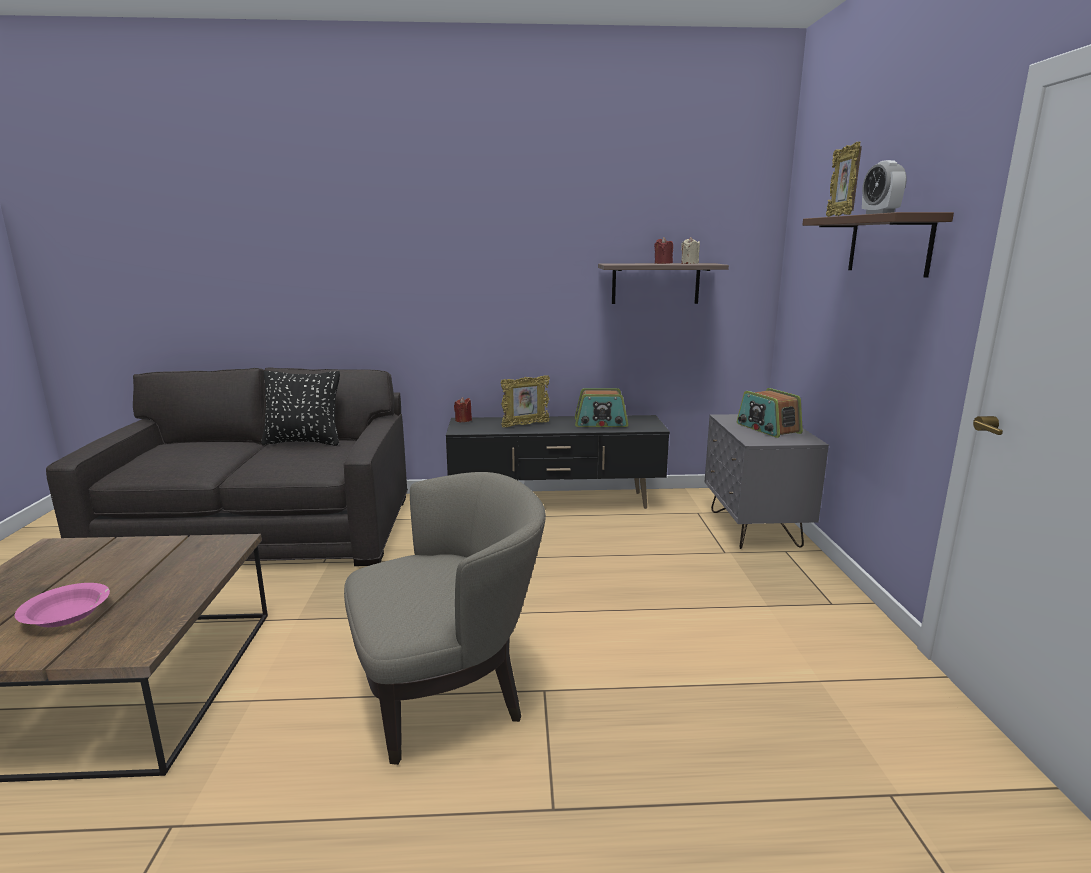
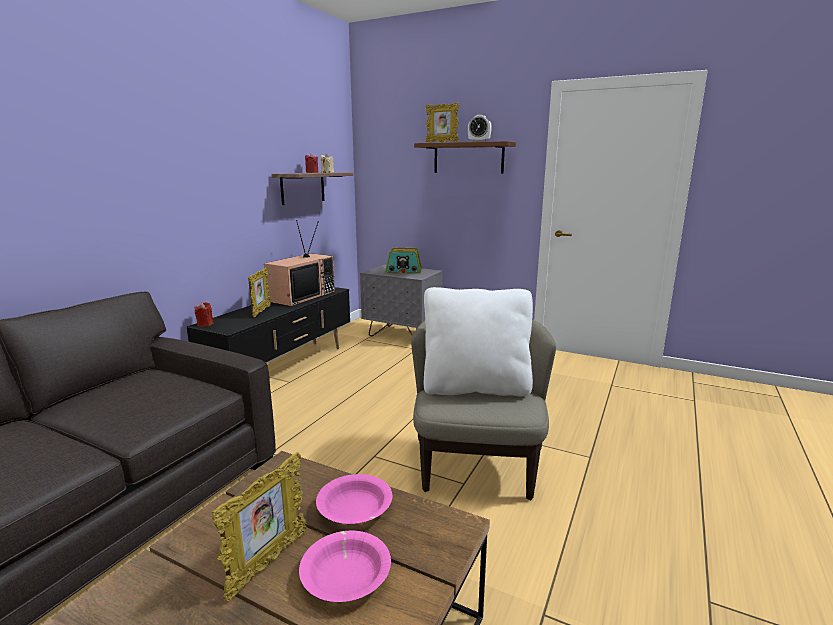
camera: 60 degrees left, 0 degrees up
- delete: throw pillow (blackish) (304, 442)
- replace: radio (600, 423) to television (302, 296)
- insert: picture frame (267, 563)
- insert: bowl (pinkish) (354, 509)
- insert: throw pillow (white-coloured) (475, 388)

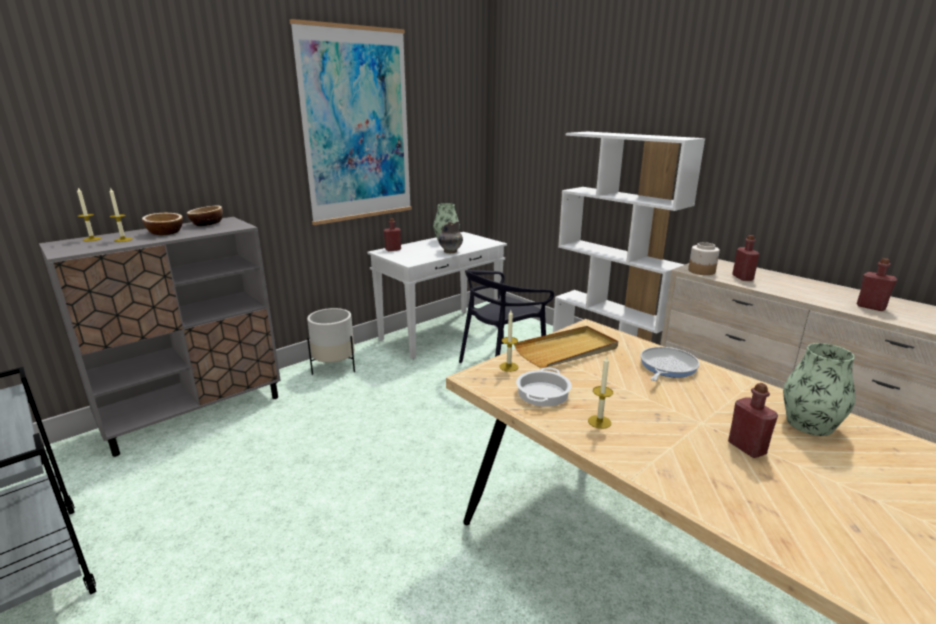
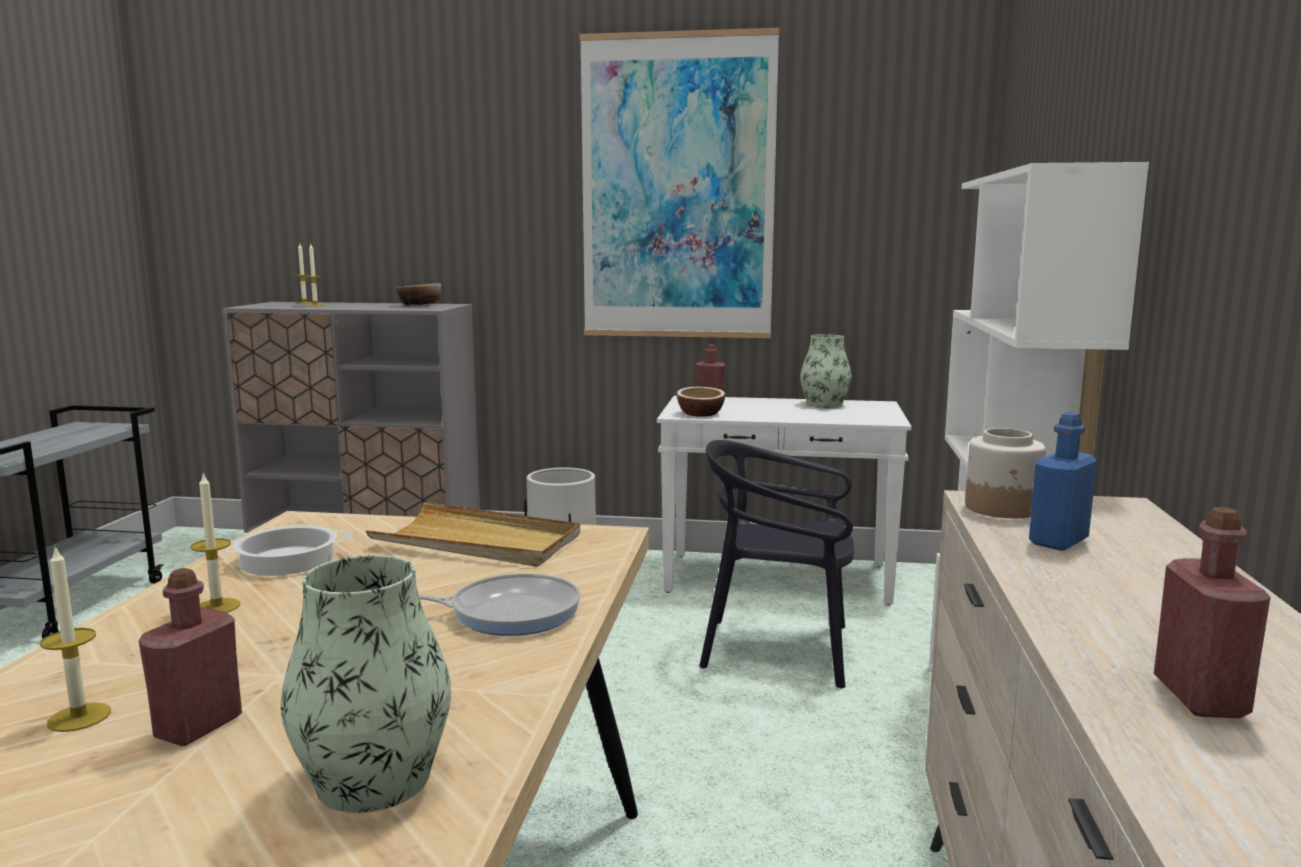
camera: 50 degrees right, 10 degrees down
- move: bowl (165, 232) to (700, 414)
- delete: flower vase (grey) (450, 251)
- move: wax candle (508, 367) to (79, 717)
- recolor: beverage bottle (reddish) (742, 278) to beverage bottle (blue-coloured) (1058, 541)

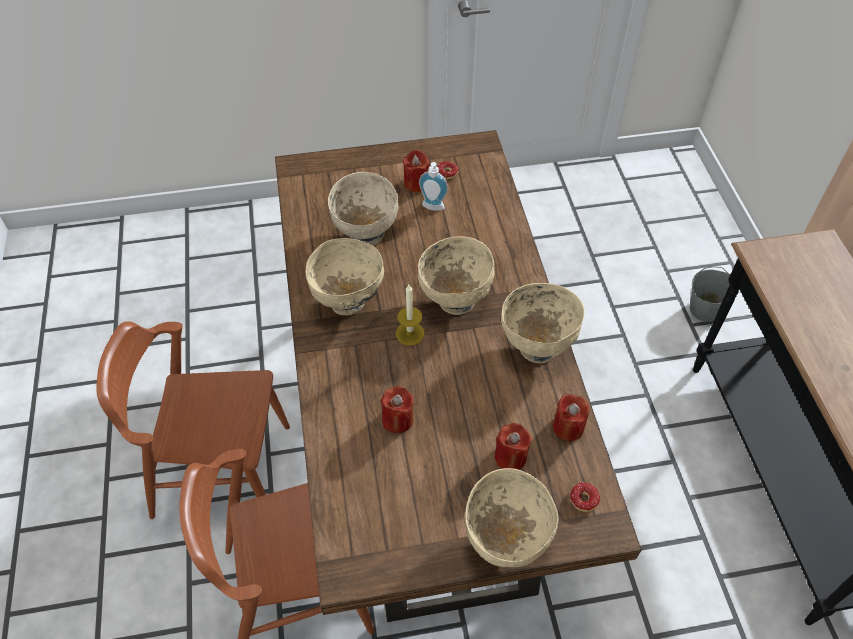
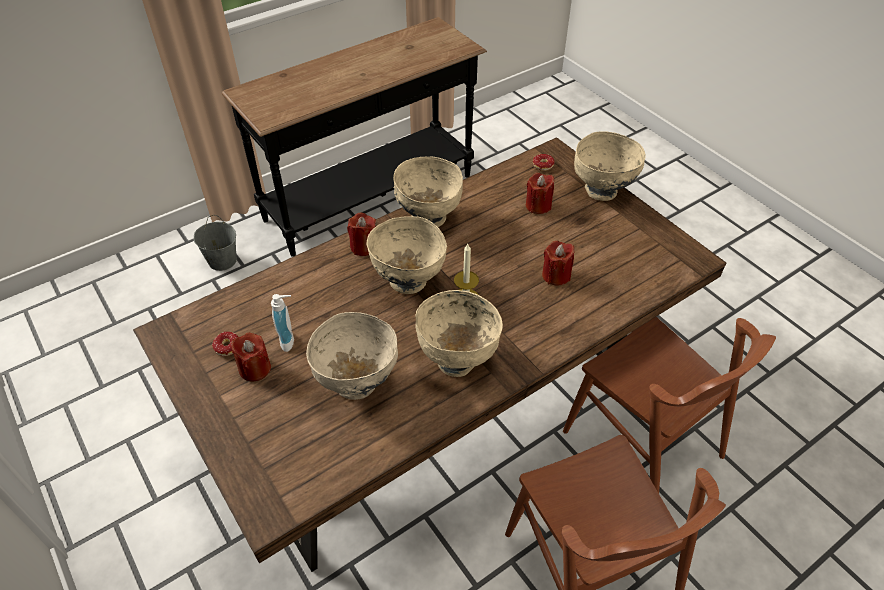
camera: 115 degrees left, 5 degrees down
- move: wax candle (reddish) (568, 427) to (363, 246)

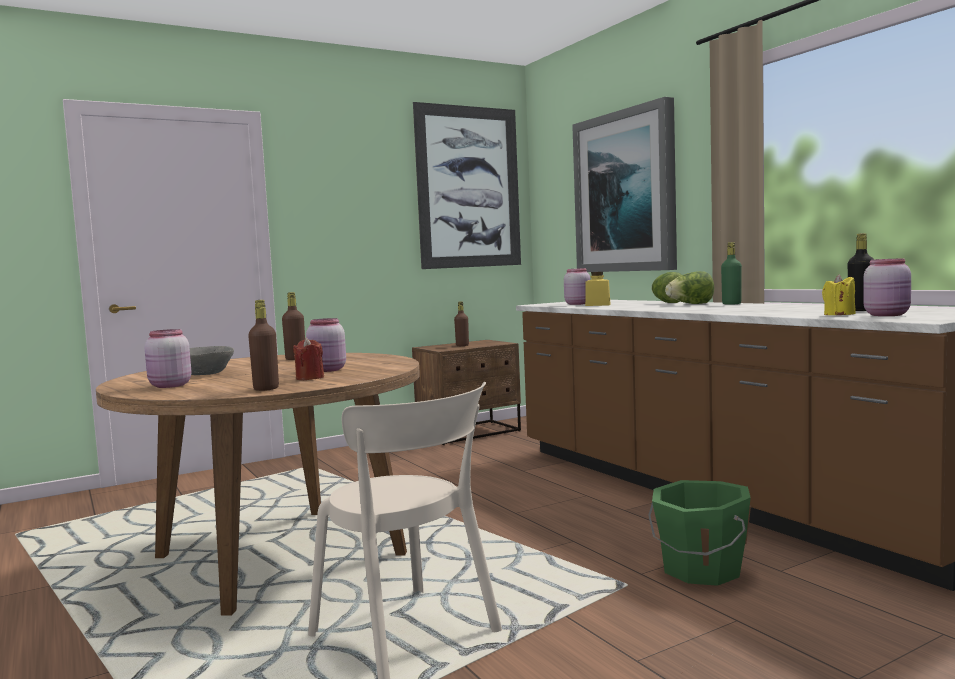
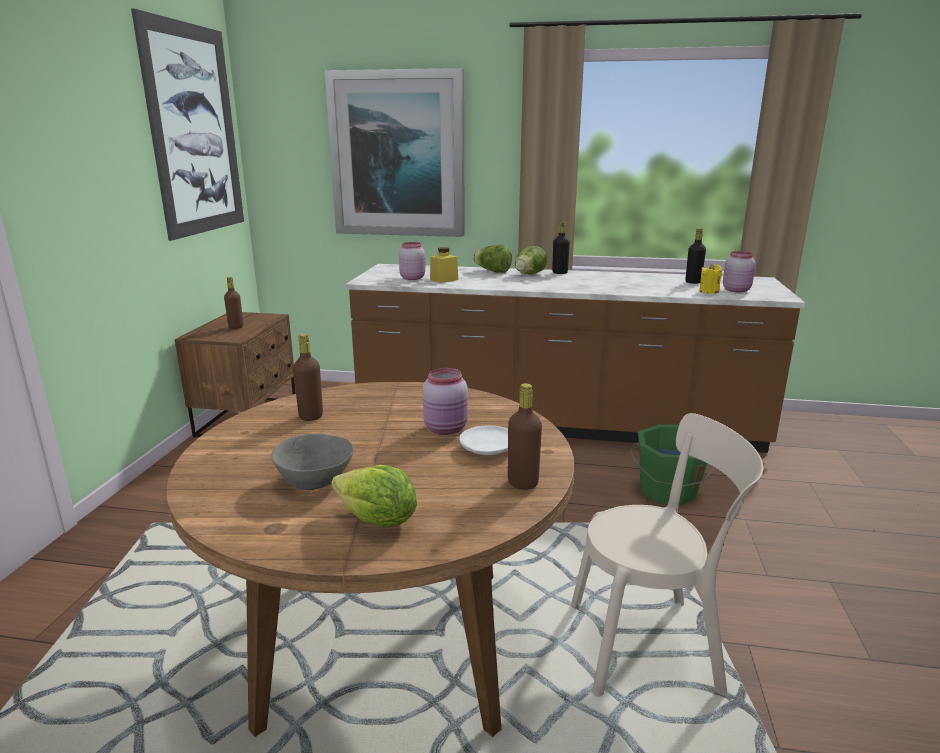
camera: 50 degrees left, 15 degrees up
- replace: jar (pinkish) (169, 386) to lettuce head (377, 521)
- replace: wax candle (reddish) (310, 378) to dinner plate (white-coloured) (487, 449)
- recolor: beverage bottle (green-coloured) (731, 304) to beverage bottle (blackish) (560, 273)

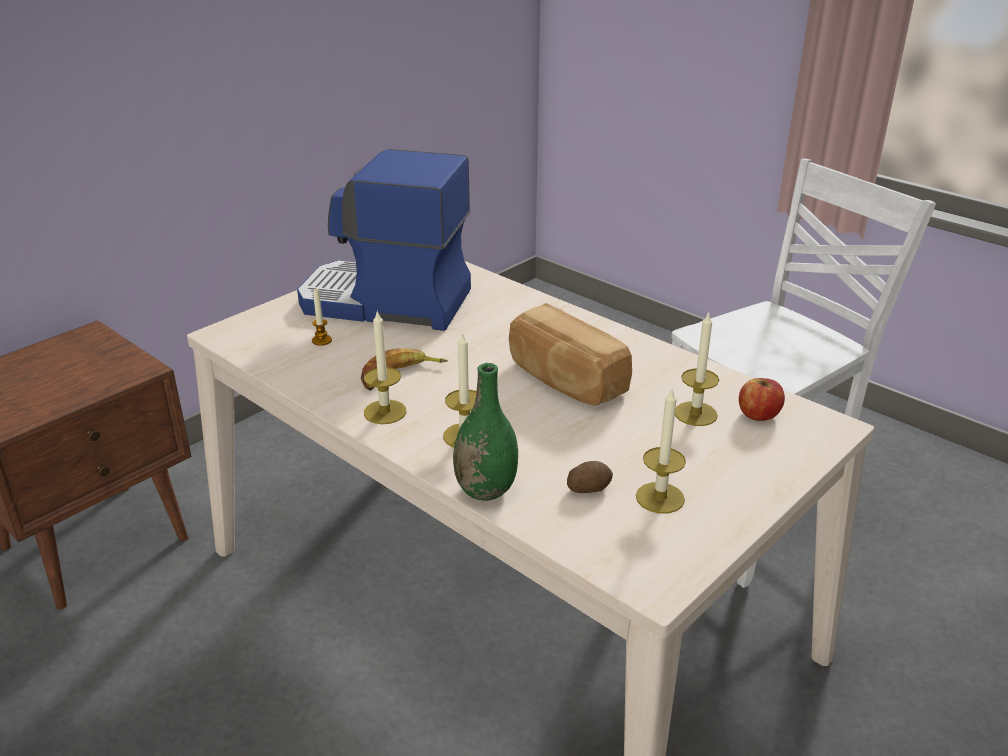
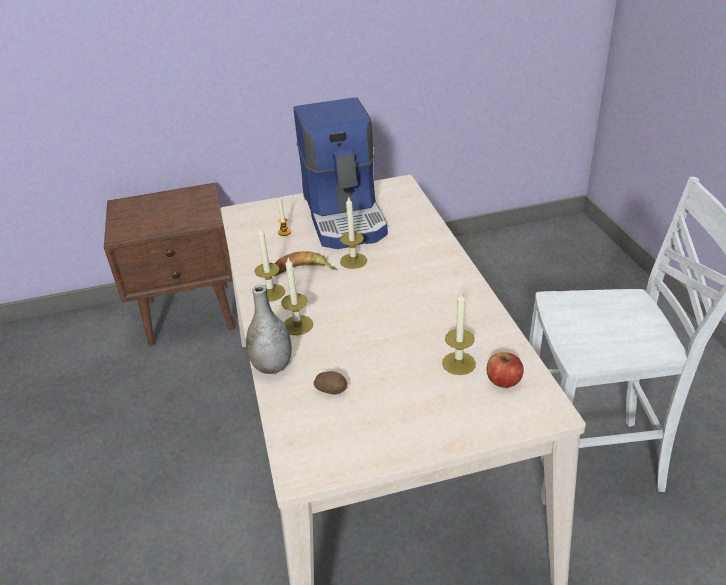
camera: 35 degrees right, 5 degrees up
- rotate: coffee machine (385, 303) = (345, 215) 150 degrees counterclockwise
- recolor: flower vase (green-coloured) (486, 490) to flower vase (grey) (272, 366)
- delete: bakery bread (565, 379)
- move: wax candle (660, 498) to (353, 261)

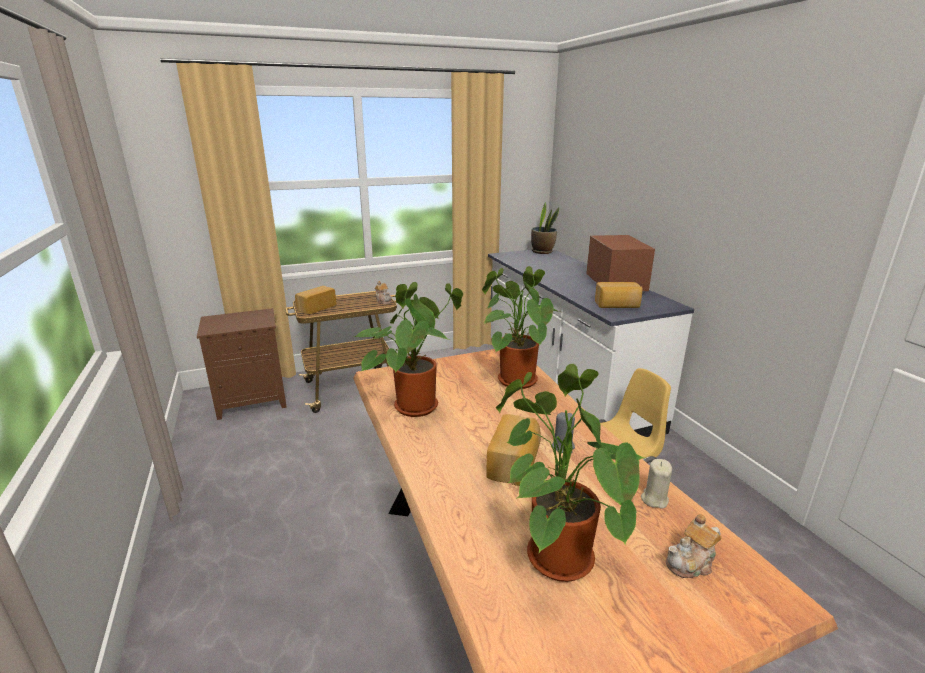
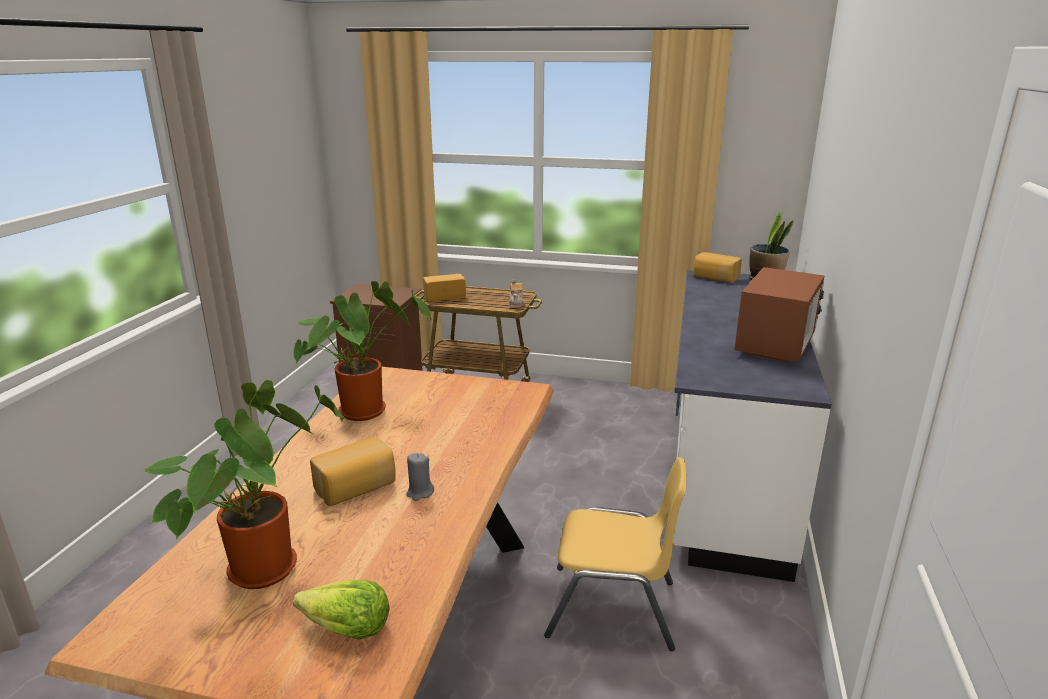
camera: 35 degrees right, 0 degrees up
- delete: potted plant (514, 379)
- move: bakery bread (617, 305) to (715, 278)
- delete: wax candle (beige) (654, 499)
- replace: pot for tea (691, 563) to lettuce head (346, 629)

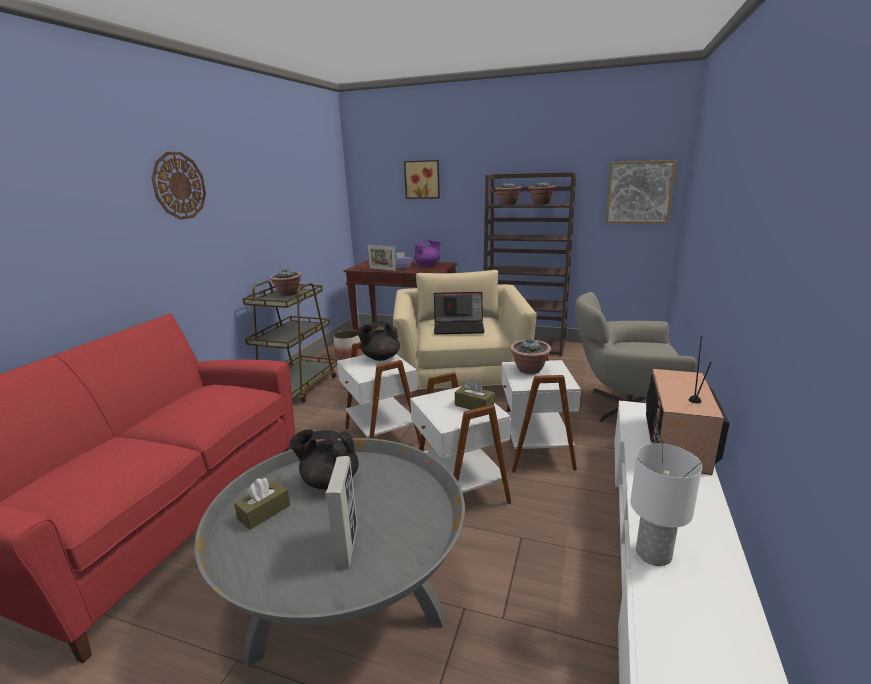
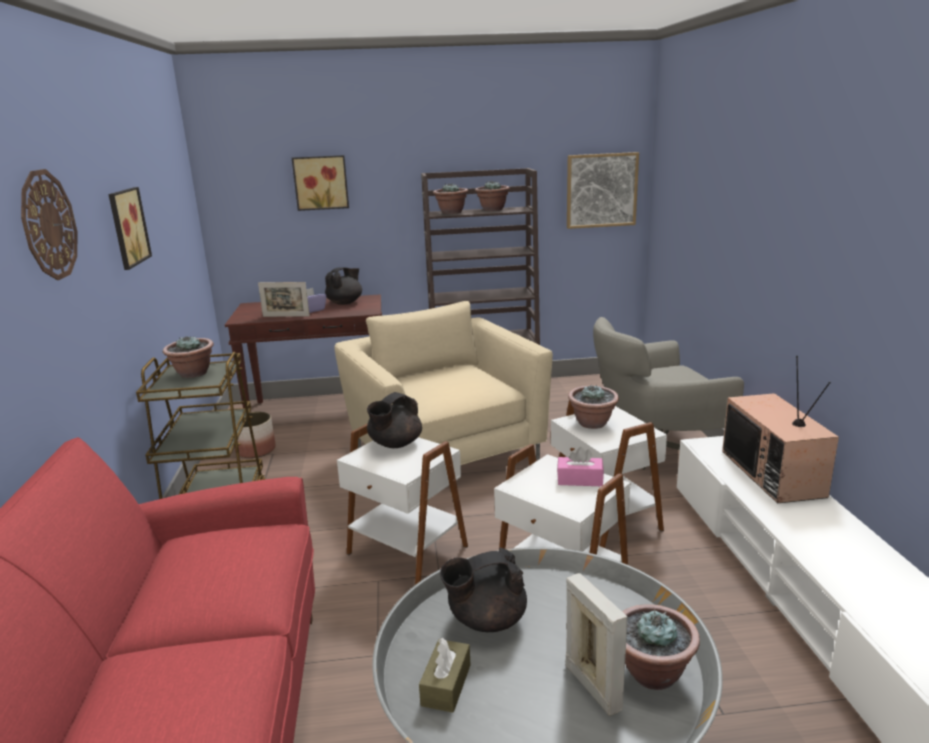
camera: 25 degrees left, 0 degrees up
- recolor: pot for tea (purplish) (428, 265) to pot for tea (blackish) (345, 303)
- delete: portable computer (459, 327)
- recolor: box of tissues (brownish) (474, 405) to box of tissues (pinkish) (580, 480)
- delete: lamp for a table (white-coloured) (652, 553)
- insert: wall art (126, 227)
- insert: potted plant (652, 672)

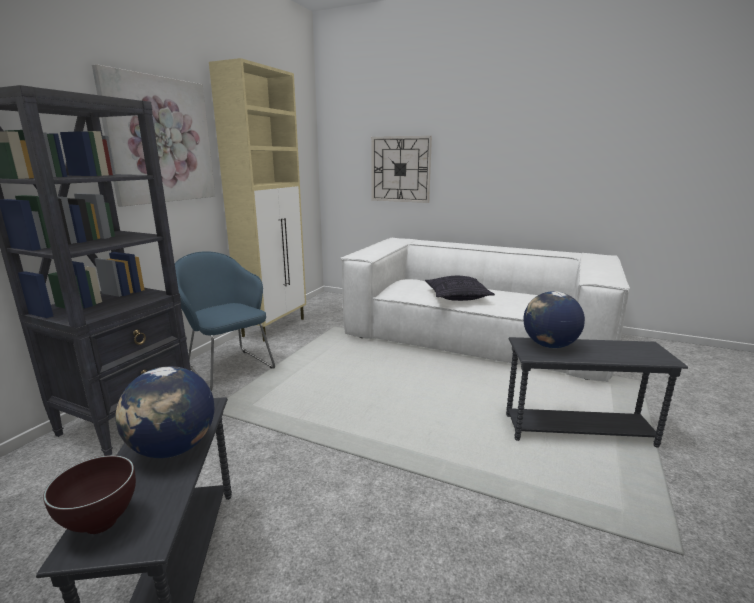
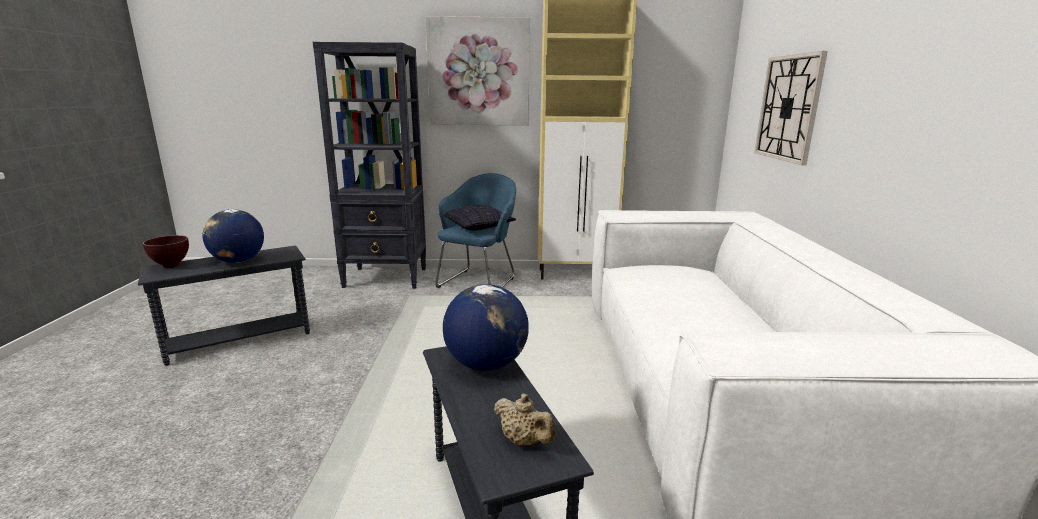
camera: 65 degrees right, 0 degrees up
- move: throw pillow (457, 297) to (478, 227)
- insert: pot for tea (beige) (524, 441)

